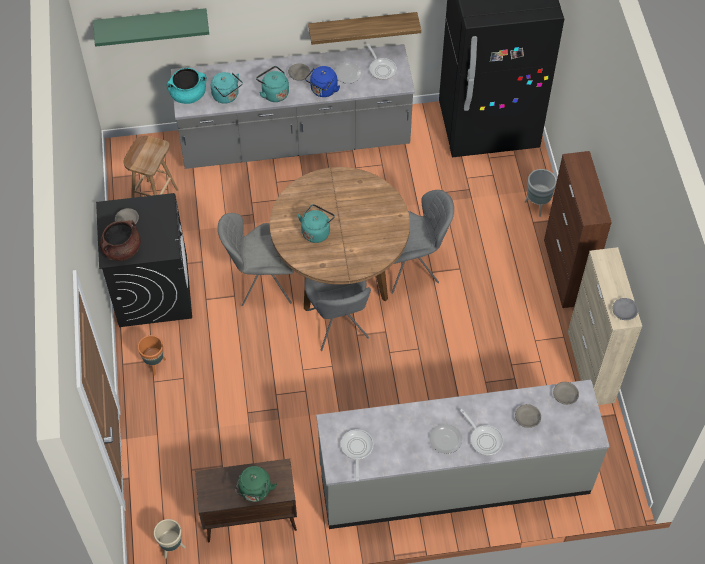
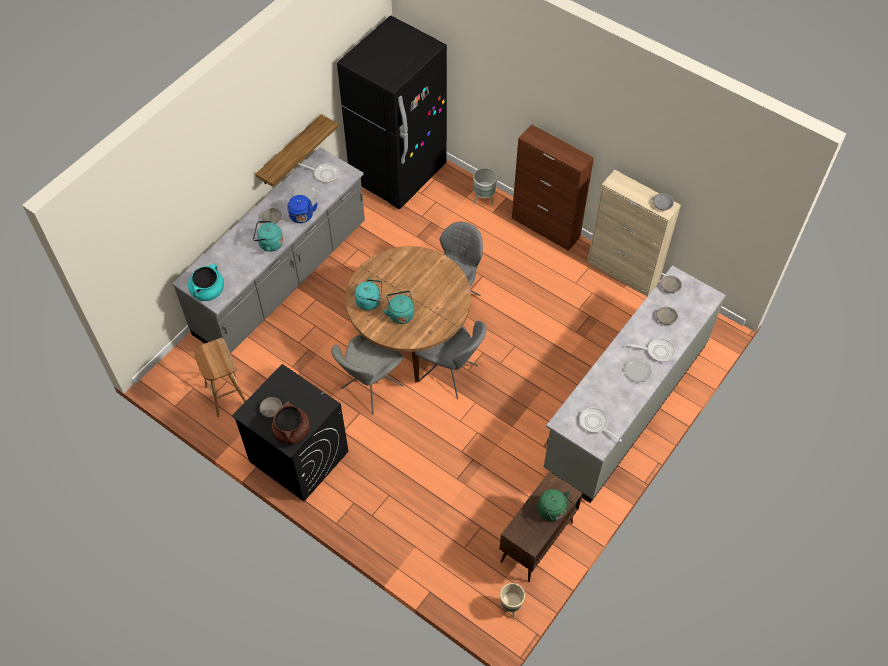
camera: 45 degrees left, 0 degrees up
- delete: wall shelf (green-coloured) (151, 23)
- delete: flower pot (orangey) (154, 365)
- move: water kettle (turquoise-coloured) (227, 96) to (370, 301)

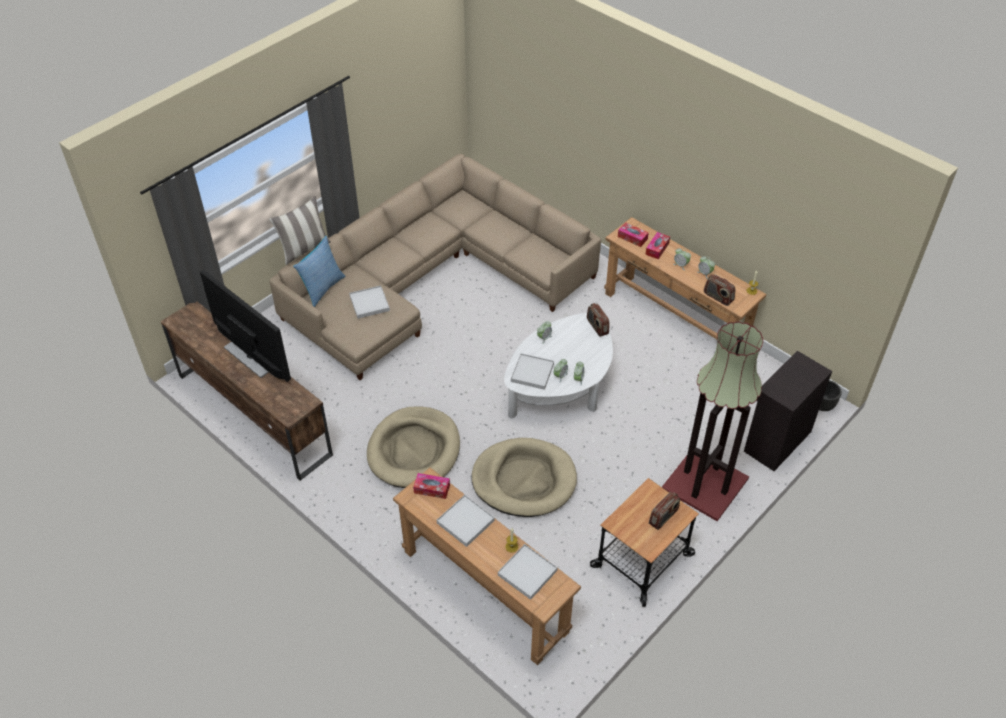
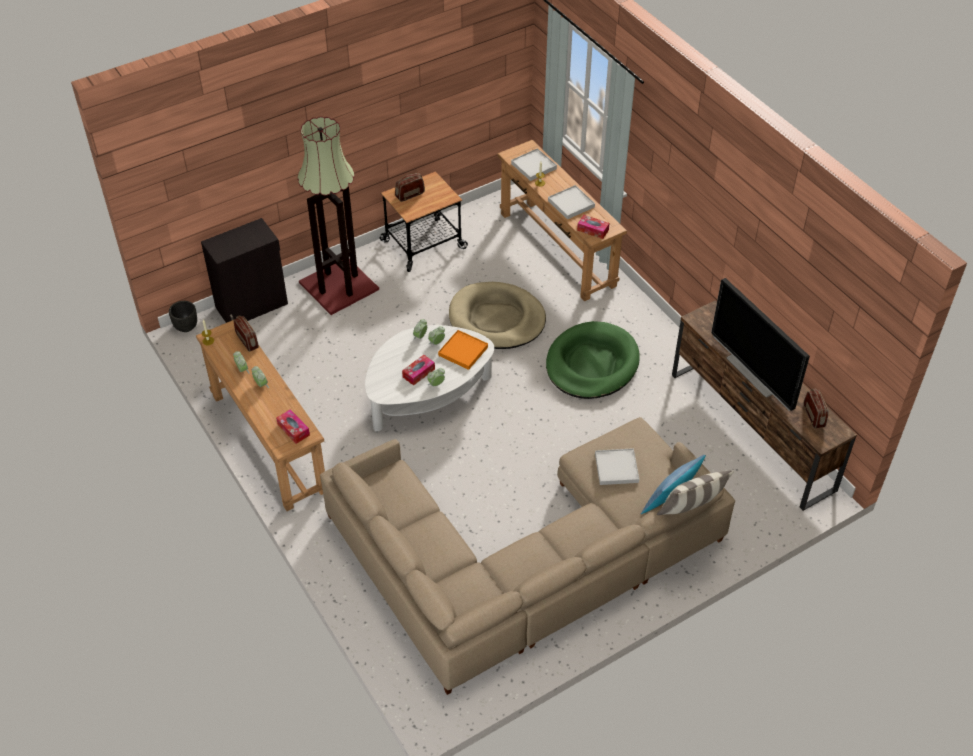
camera: 165 degrees left, 0 degrees up
- recolor: pet bed (beige) (414, 450) to pet bed (green-coloured) (591, 364)
- recolor: serving tray (white-coloured) (532, 373) to serving tray (orangey) (463, 351)
- move: radio (597, 327) to (814, 416)
- move: box of tissues (657, 249) to (418, 373)

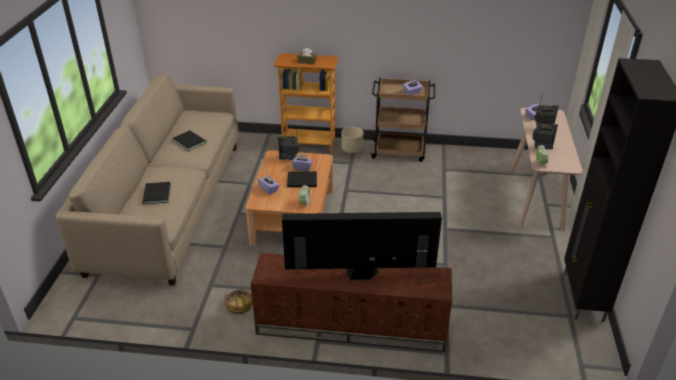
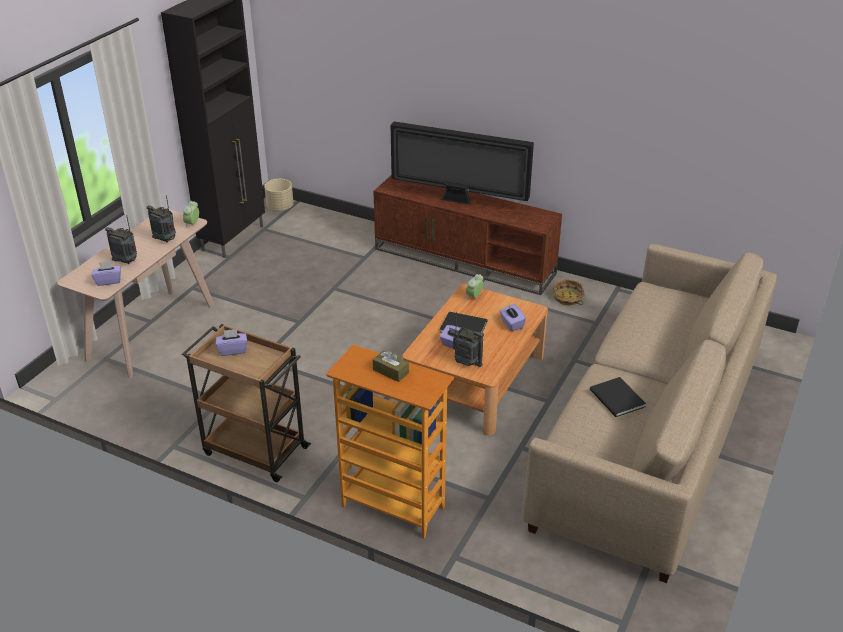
camera: 160 degrees left, 0 degrees up
- delete: book (blackish) (156, 194)
- move: flower pot (beige) (352, 149) to (280, 207)

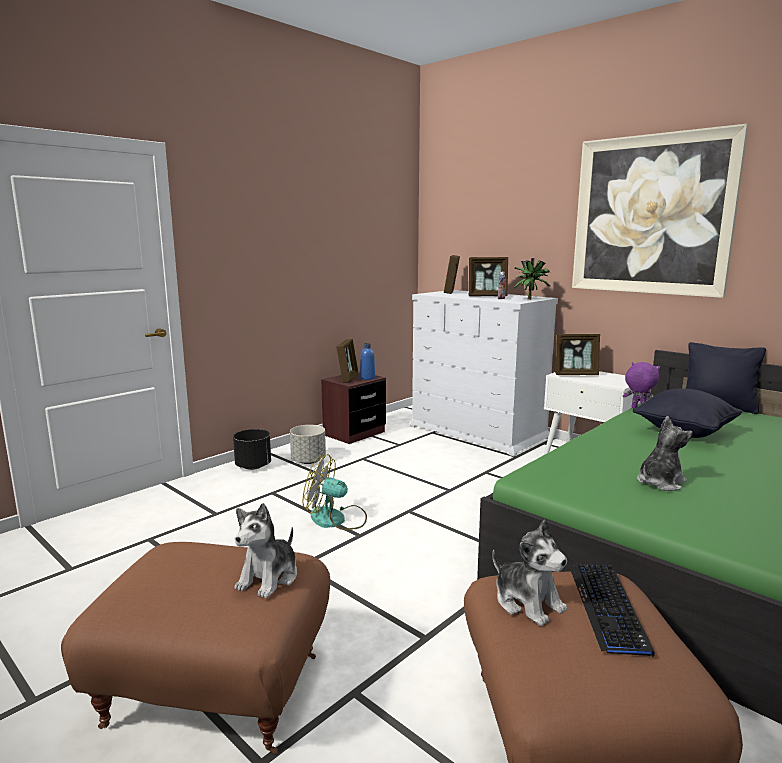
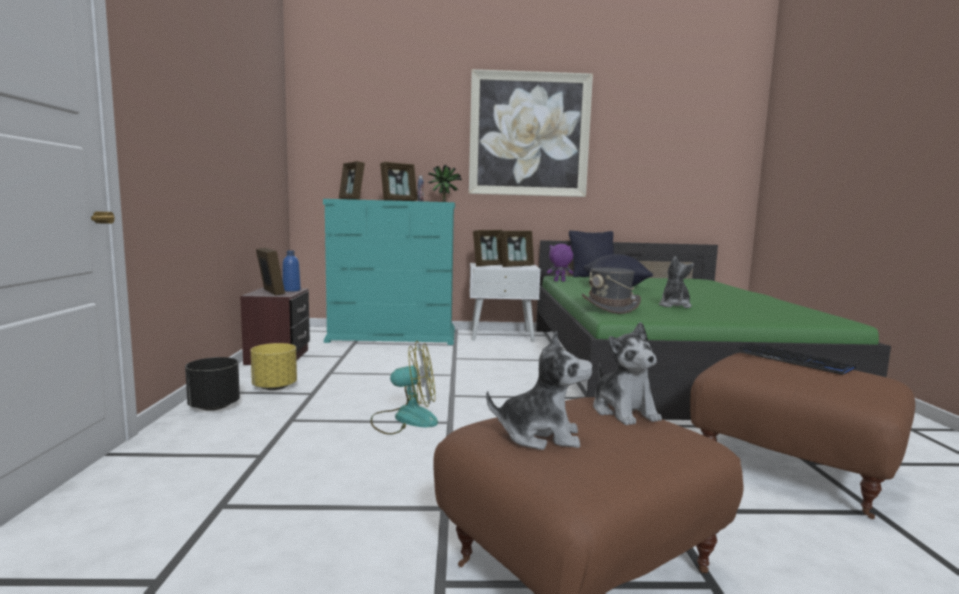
camera: 45 degrees left, 5 degrees down
- recolor: flower pot (grey) (308, 461) to flower pot (yellowish) (274, 387)
- rotate: electric fan (336, 519) = (405, 419) 150 degrees counterclockwise
- recolor: chest of drawers (white-coloured) (478, 432) to chest of drawers (turquoise-coloured) (393, 335)
- move: plush toy (528, 602) to (540, 436)
- insert: picture frame (516, 266)
- insert: hat (grey) (610, 308)

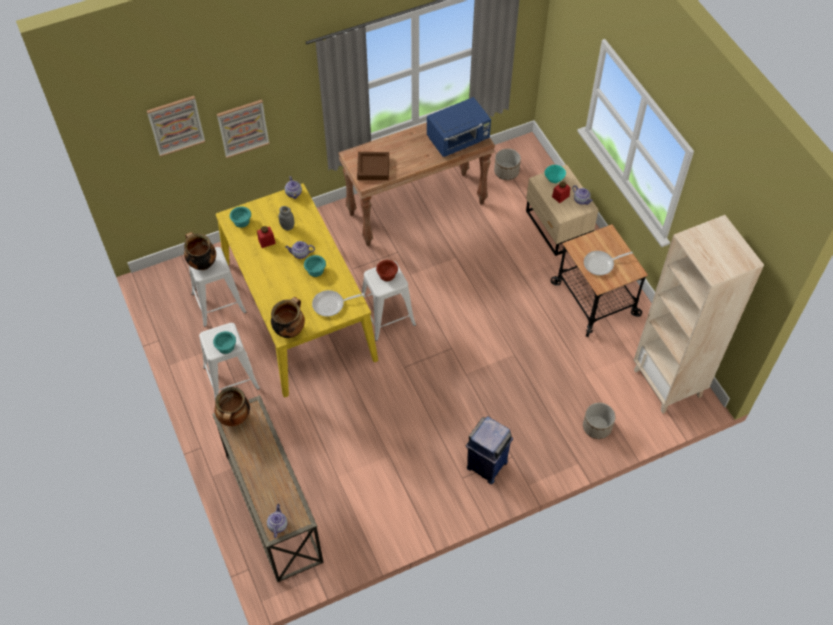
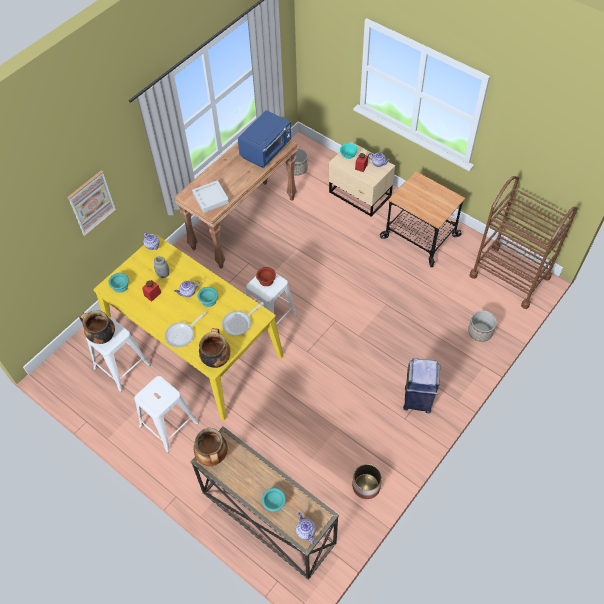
camera: 25 degrees left, 0 degrees up
- delete: wall art (176, 125)
- move: bowl (turquoise-coloured) (226, 346) to (274, 502)
- recolor: serving tray (brownish) (373, 168) to serving tray (grey) (211, 198)
- move: skillet (601, 264) to (182, 334)
- replace: bookcase (beige) (668, 383) to trolley (brownish) (509, 276)
- insert: flower pot (366, 486)

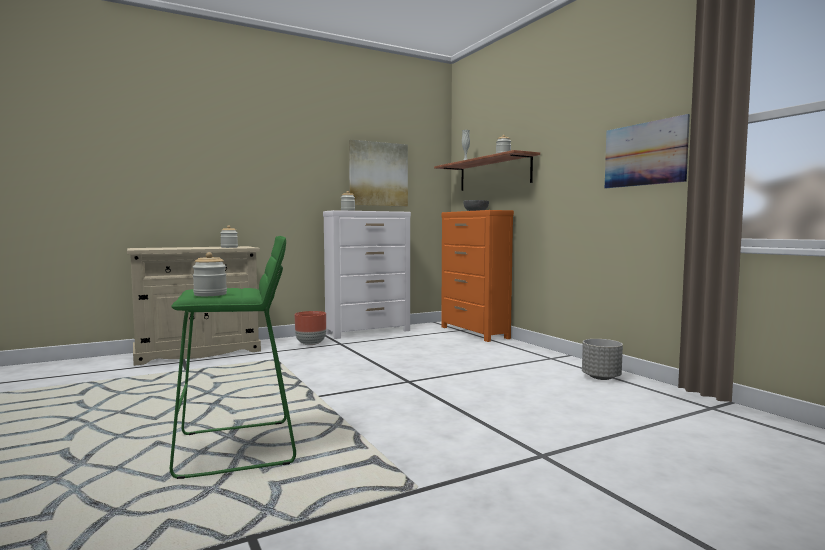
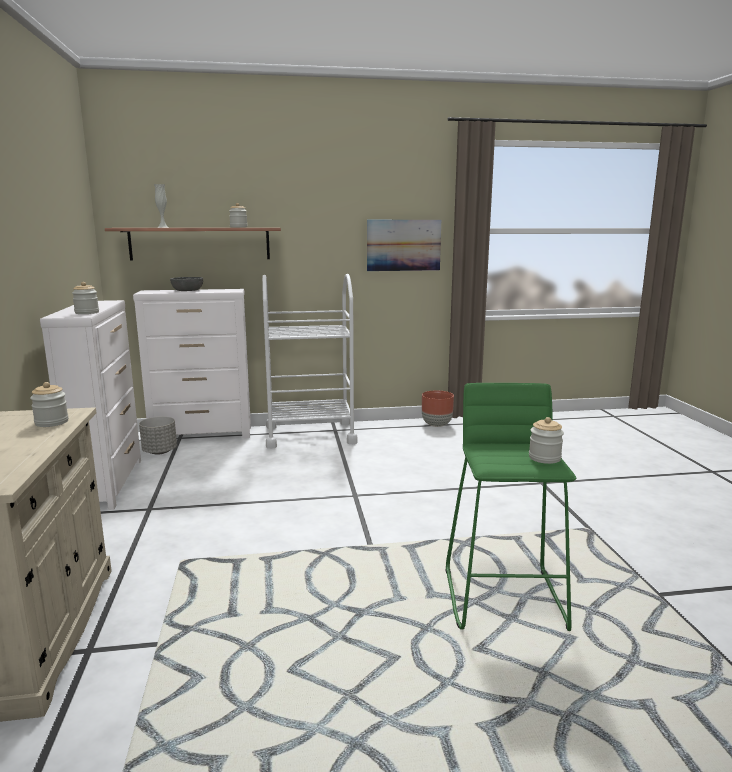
camera: 70 degrees left, 10 degrees up
- move: flower pot (brownish) (311, 344) to (436, 425)
- delete: wall art (378, 174)
- recolor: chest of drawers (orangey) (474, 332) to chest of drawers (white-coloured) (202, 435)
- move: flower pot (grey) (601, 377) to (159, 452)
- insert: trolley (white-coloured) (310, 435)

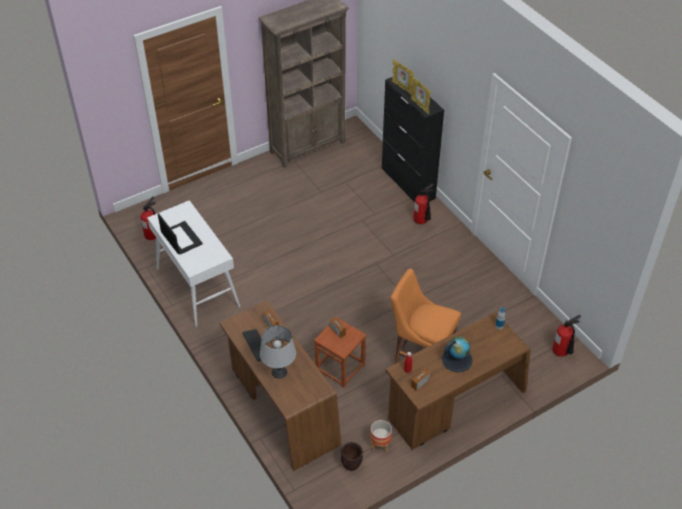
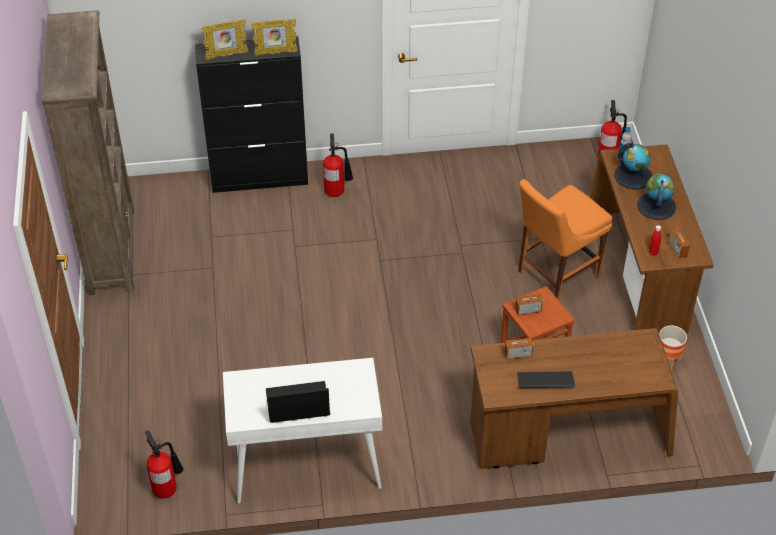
camera: 65 degrees left, 0 degrees up
- delete: lamp for a table (grey) (279, 372)
- delete: flower pot (brownish) (351, 466)
- insert: world globe (633, 176)

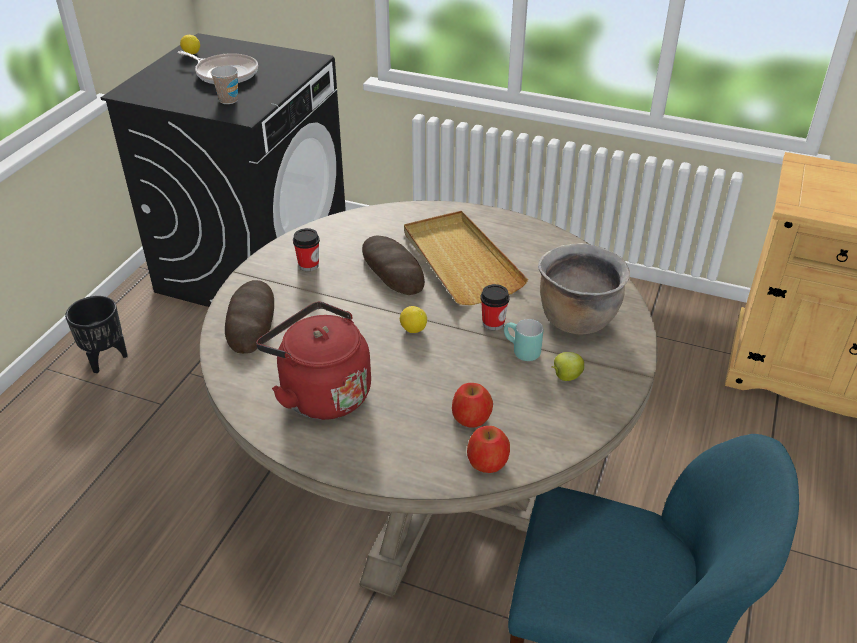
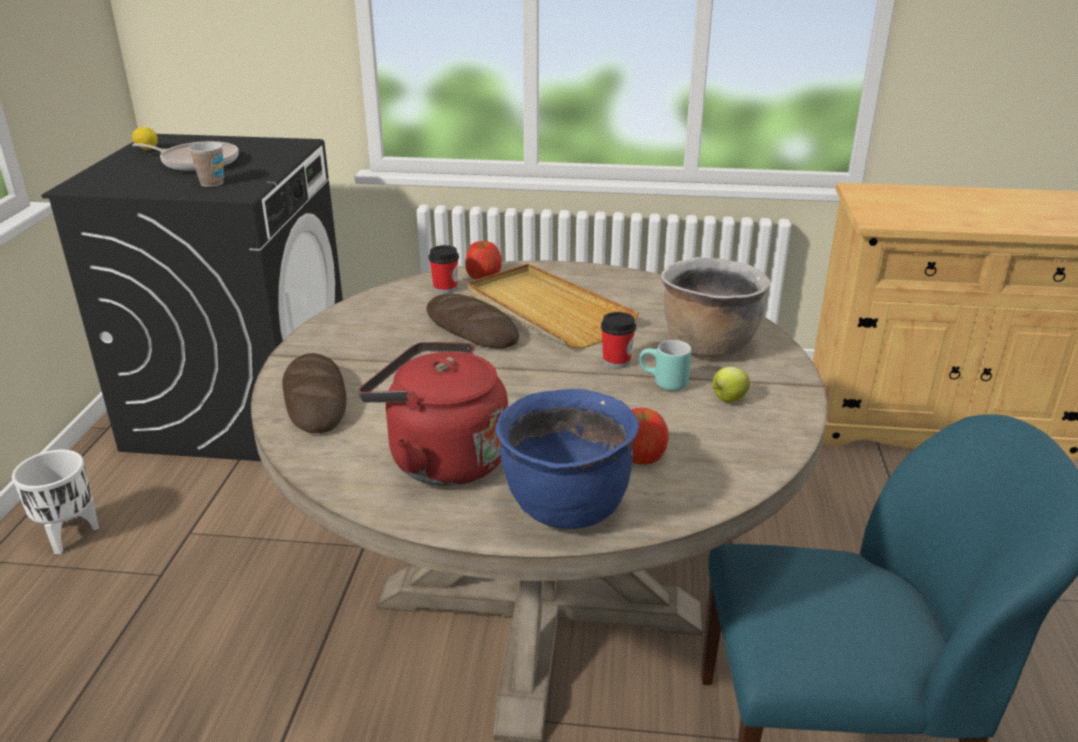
camera: 15 degrees left, 10 degrees down
- recolor: flower pot (blackish) (106, 359) to flower pot (white-coloured) (70, 535)
- move: cup (308, 265) to (445, 289)
- delete: citrus fruit (413, 329)
- move: apple fruit (487, 461) to (484, 275)
- insert: saucepot (blue-coloured) (565, 506)

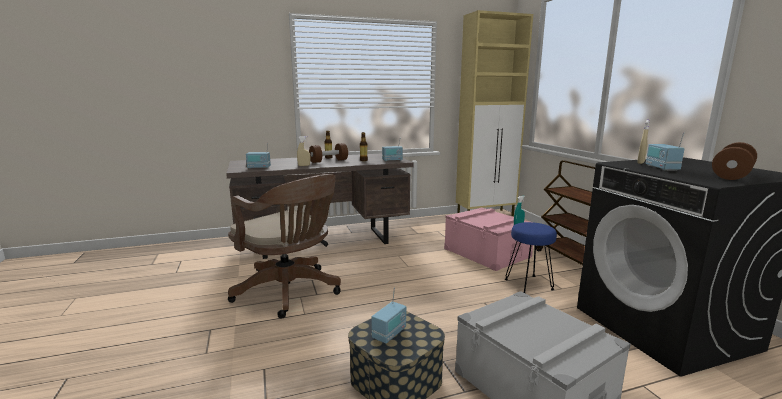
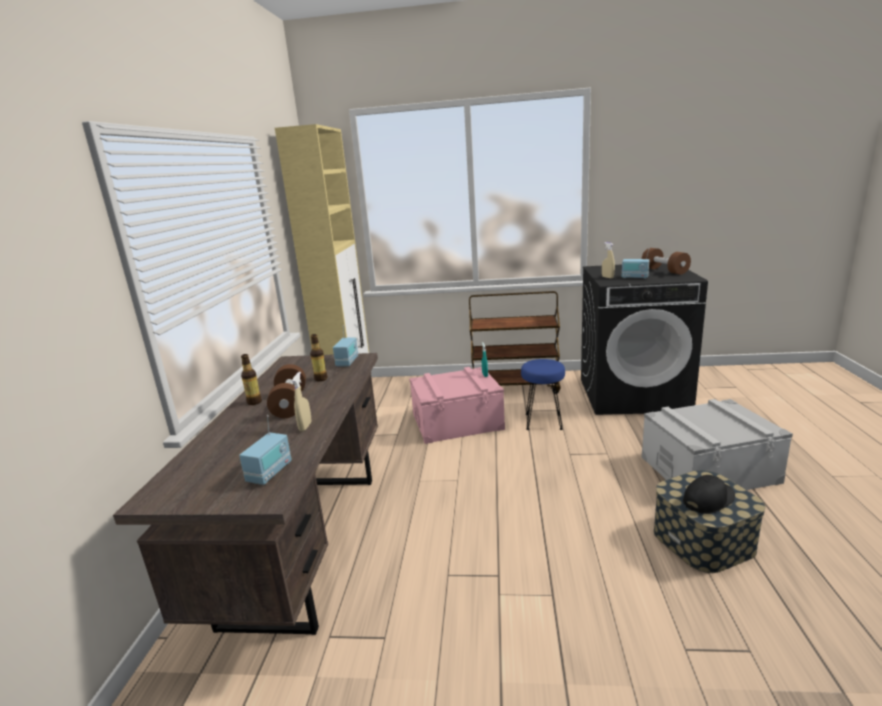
camera: 65 degrees left, 5 degrees up
- delete: computer chair (brownish) (290, 292)
- replace: radio (389, 334) to peaked cap (blackish) (708, 499)

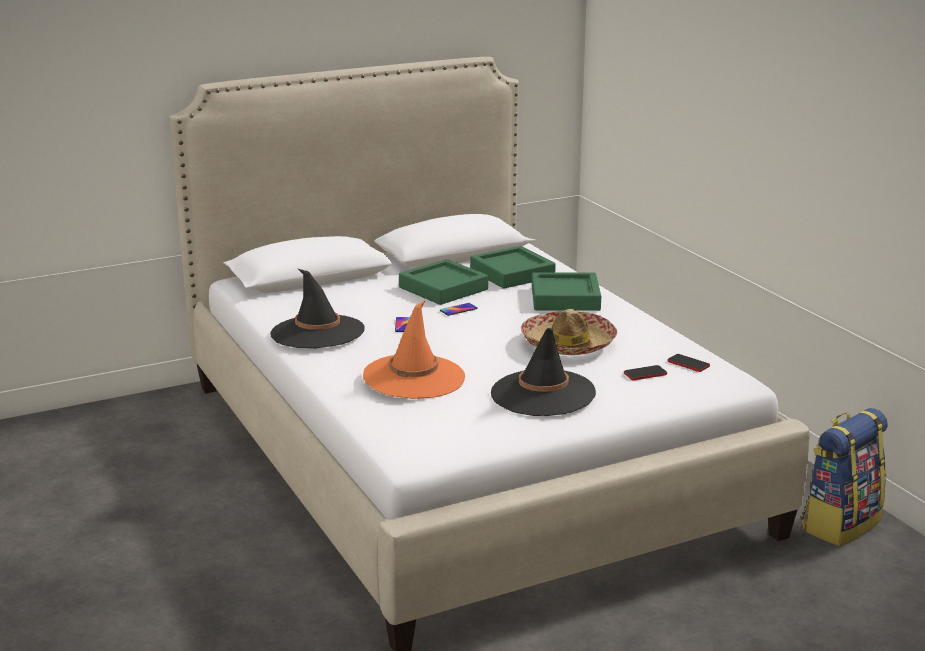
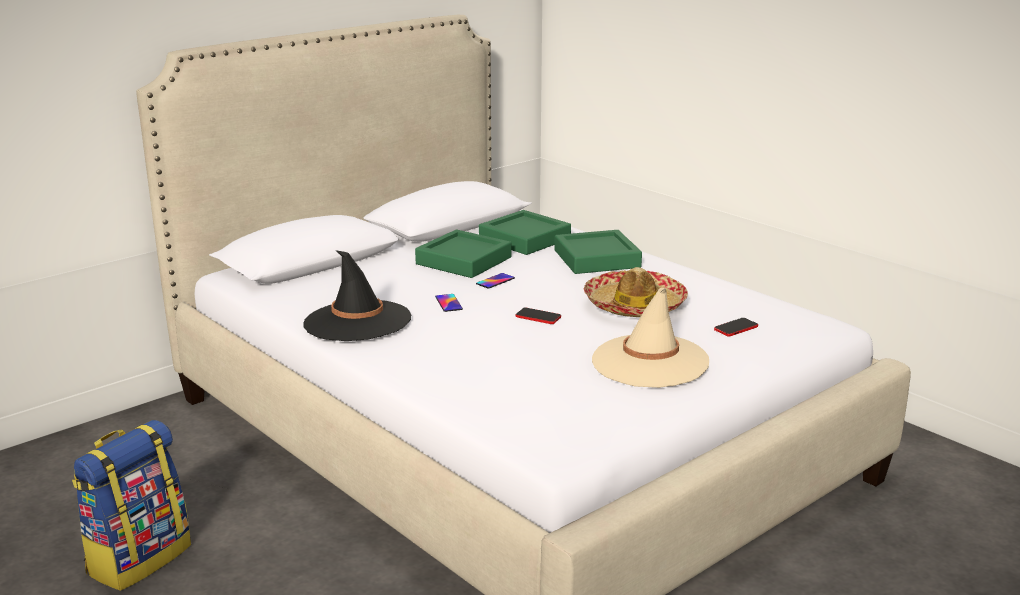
camera: 15 degrees left, 0 degrees up
- delete: hat (orangey) (414, 377)
- recolor: hat (blackish) (543, 394) to hat (beige) (650, 362)
- move: telephone (688, 364) to (538, 317)
- move: knapsack (840, 524) to (138, 558)

